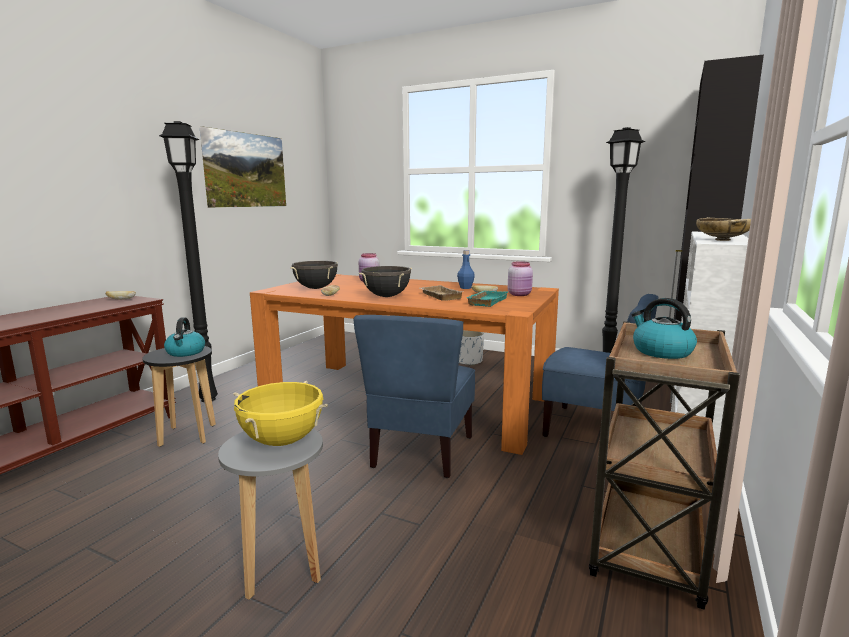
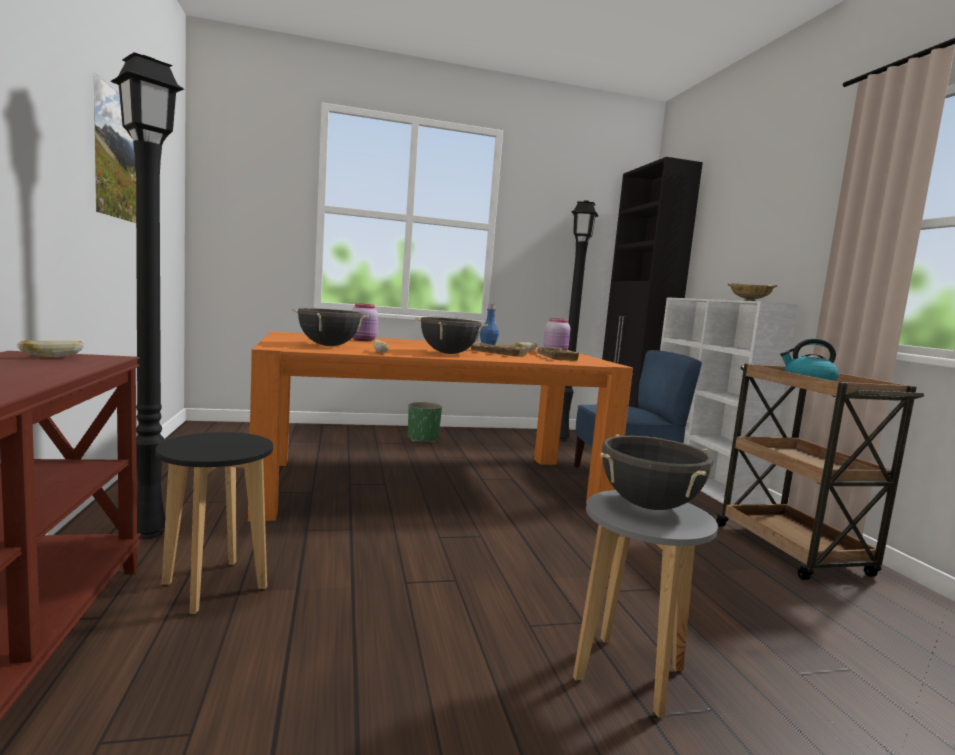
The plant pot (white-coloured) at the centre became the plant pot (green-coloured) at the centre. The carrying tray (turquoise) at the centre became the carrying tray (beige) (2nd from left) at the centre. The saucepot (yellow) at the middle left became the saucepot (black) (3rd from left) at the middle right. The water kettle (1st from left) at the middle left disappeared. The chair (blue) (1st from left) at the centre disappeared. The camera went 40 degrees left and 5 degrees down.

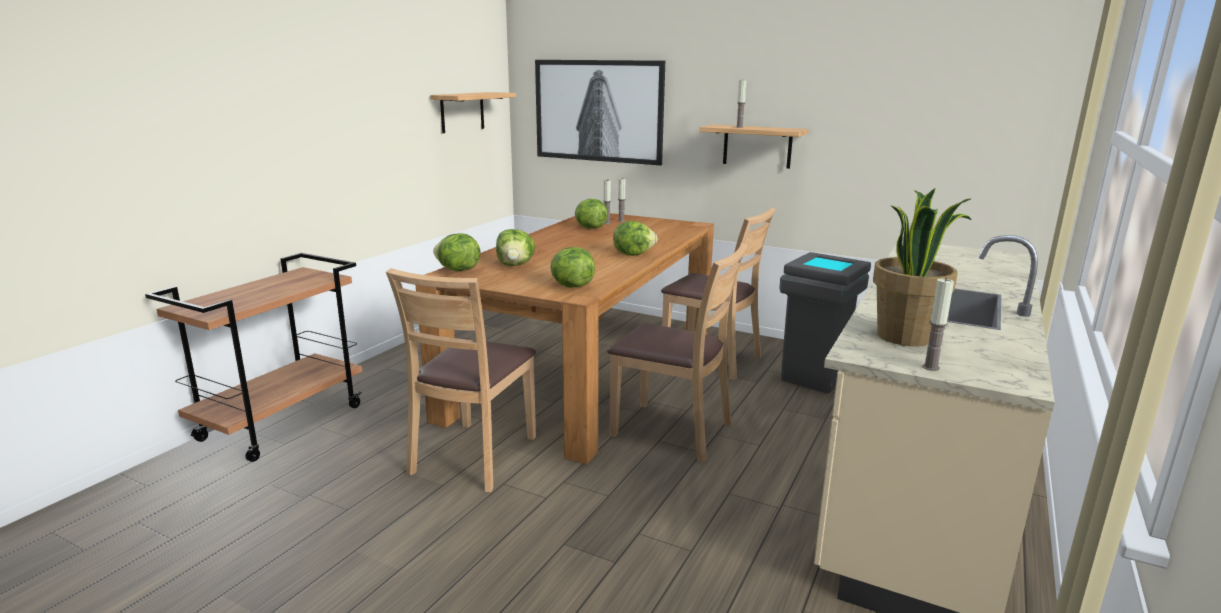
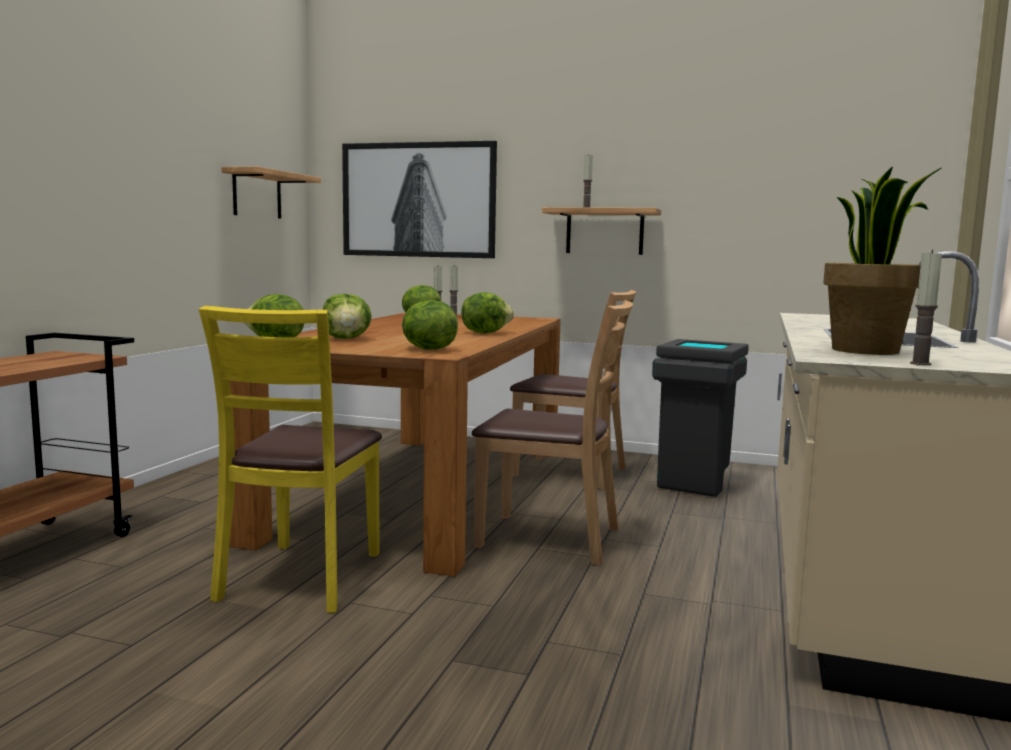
The chair (brownish) (1st from left) at the centre became the chair (yellow) at the middle left. The camera went 10 degrees left and 10 degrees down.

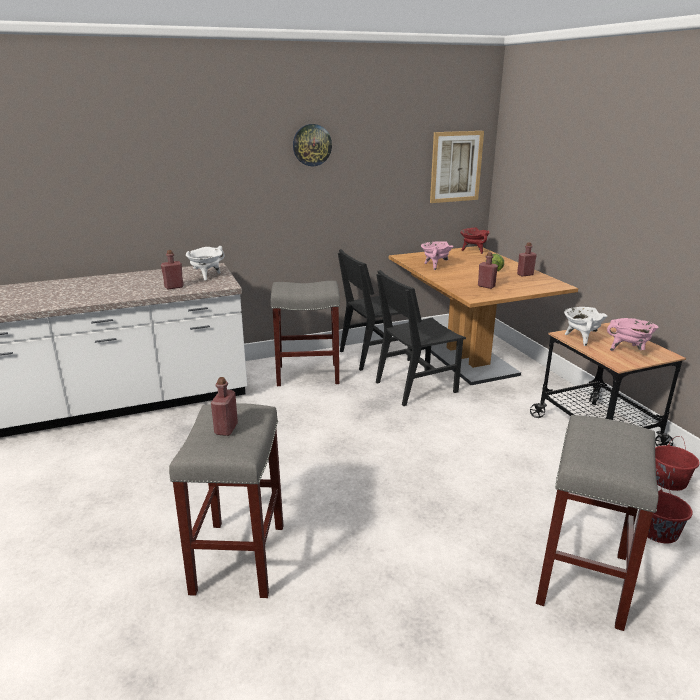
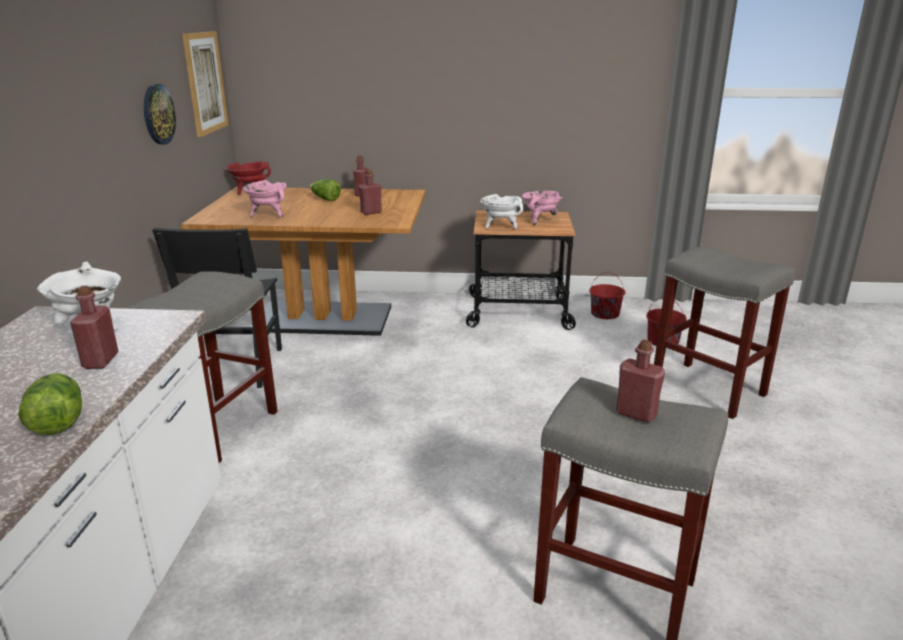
The lettuce head (1st from left) at the middle left appeared. The wall clock moved from the top centre to the top left. The chair (black) (2nd from left) at the centre disappeared. The camera went 65 degrees left and 0 degrees up.

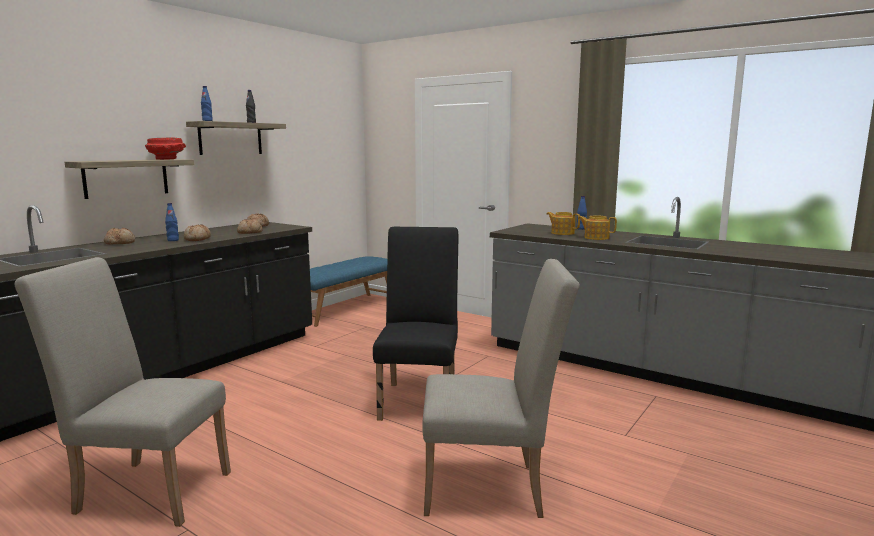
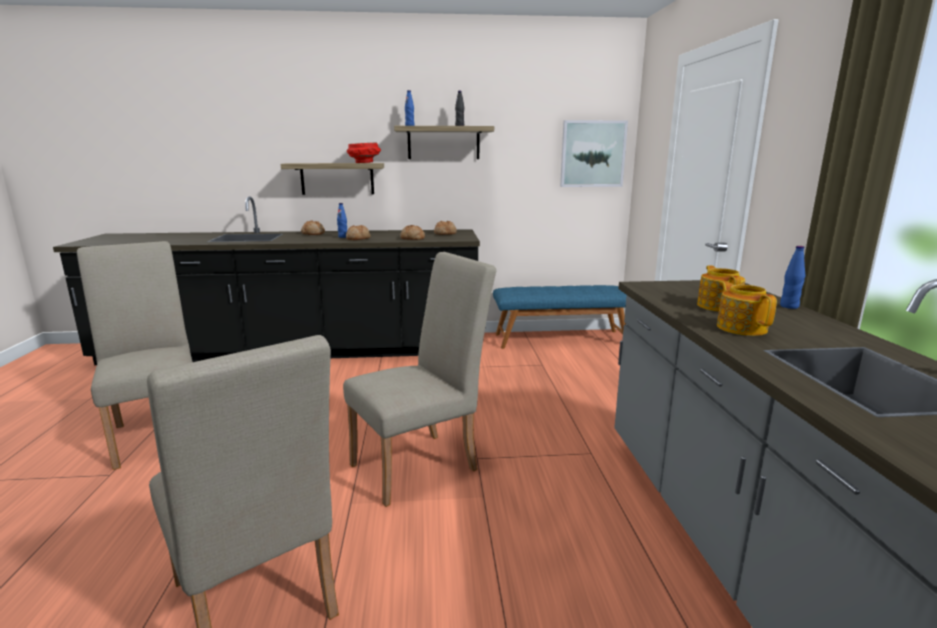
The chair (black) at the centre became the chair (beige) (3rd from left) at the centre. The wall picture at the top centre appeared. The camera went 50 degrees right and 5 degrees up.

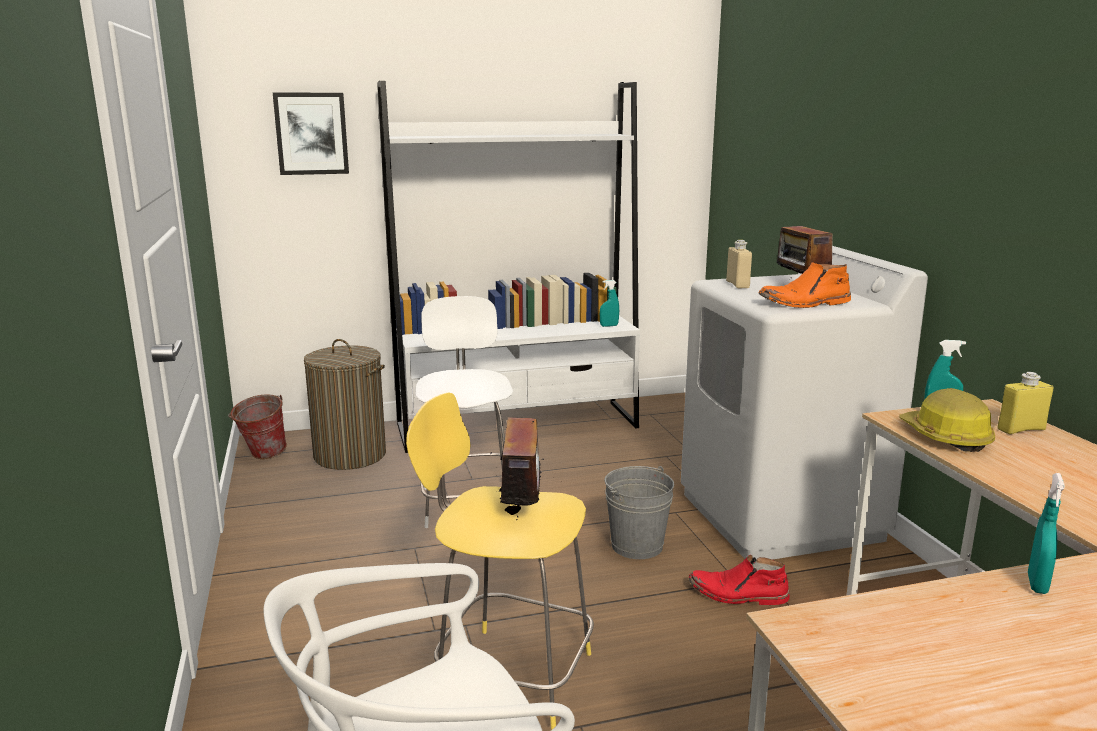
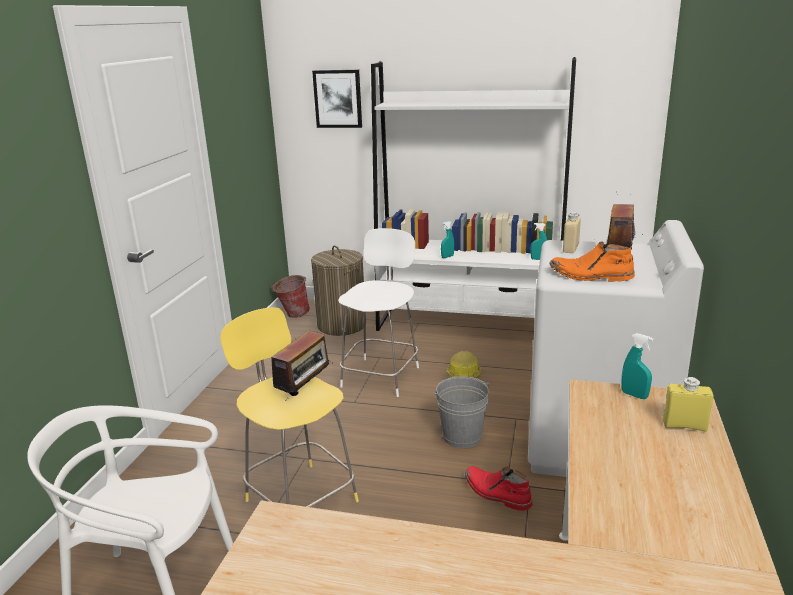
The sprayer (turquoise) (3rd from left in the first image) moved from the bottom right to the centre. The safety helmet moved from the middle right to the centre. The camera went 30 degrees right and 5 degrees up.

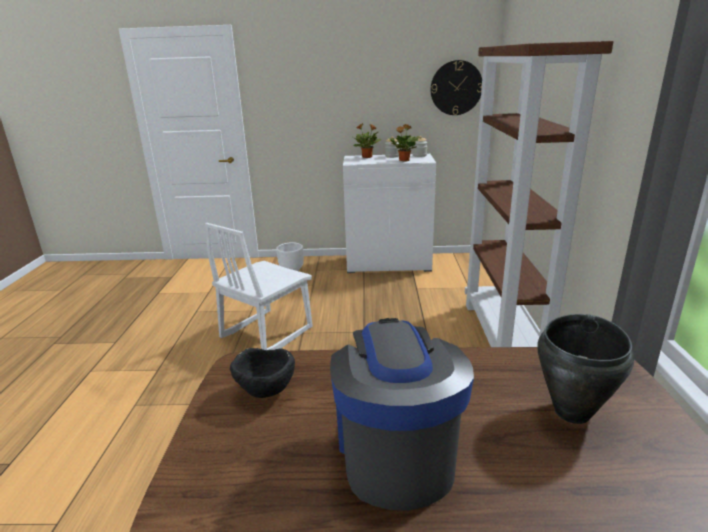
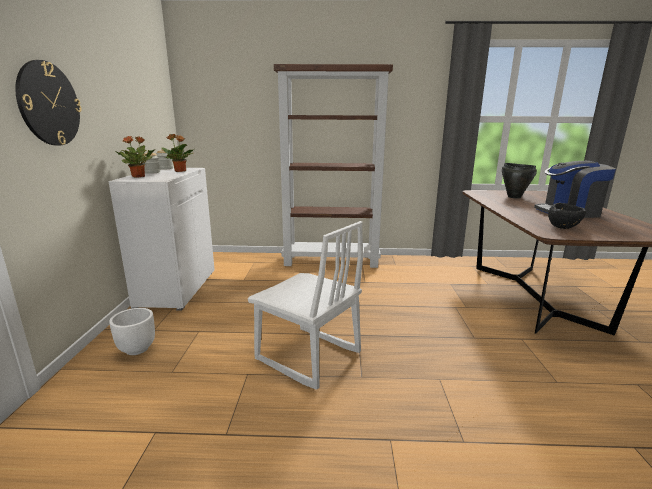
The wall clock moved from the top centre to the top left. The camera went 90 degrees left and 5 degrees down.

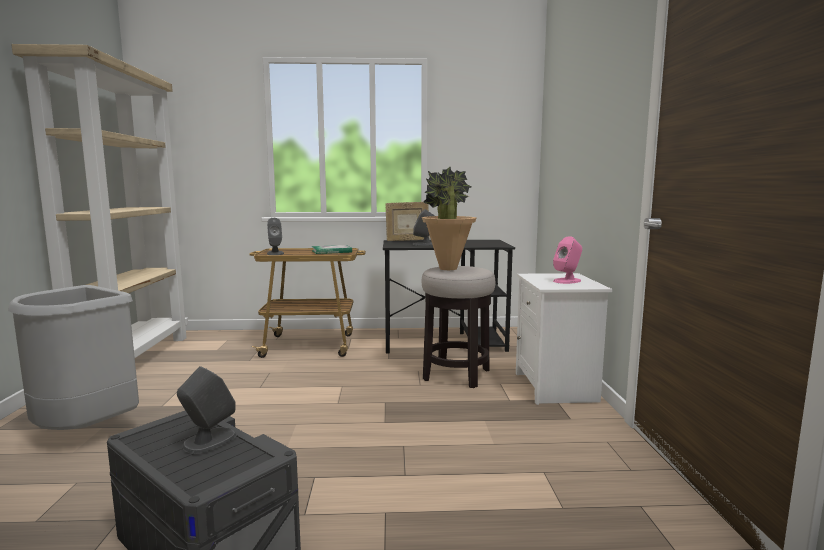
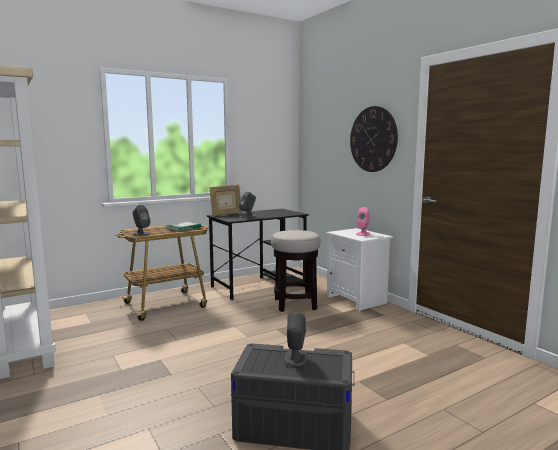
The wall clock at the top right appeared. The waste bin (grey) at the middle left disappeared. The houseplant at the centre disappeared. The camera went 30 degrees left and 0 degrees up.

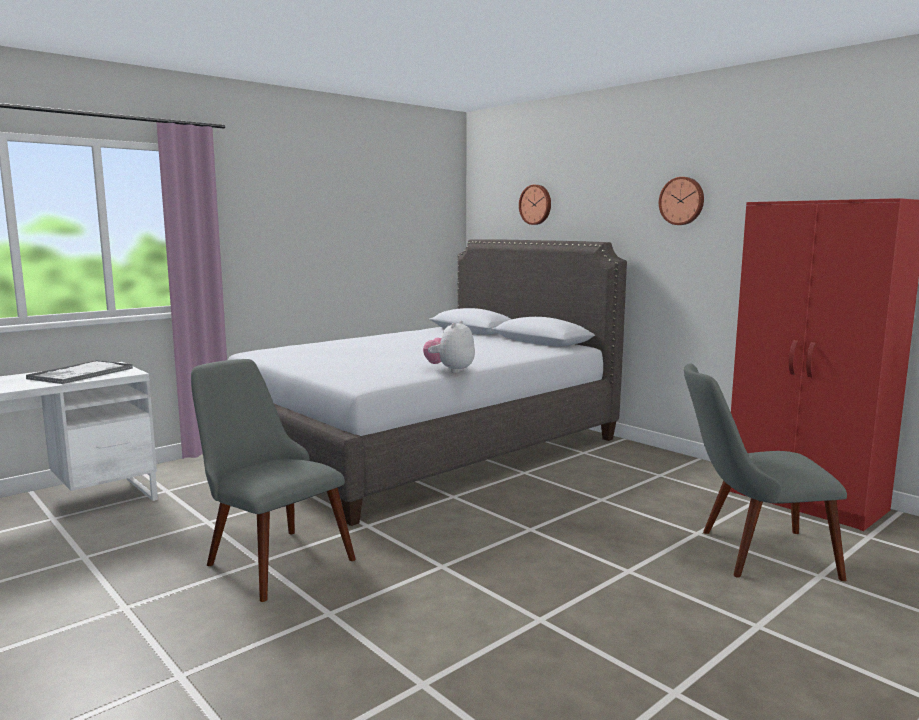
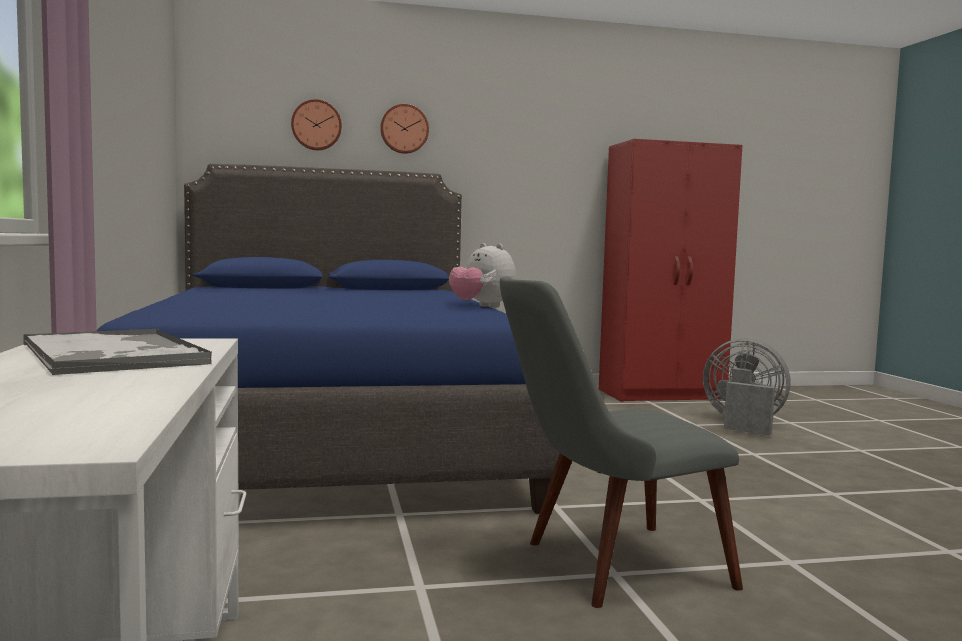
The bed (grey) at the centre became the bed (blue) at the centre. The wall clock (2nd from left) moved from the top right to the top centre. The chair (grey) (2nd from left) at the middle right was replaced by the electric fan (grey) at the middle right. The camera went 60 degrees left and 5 degrees down.

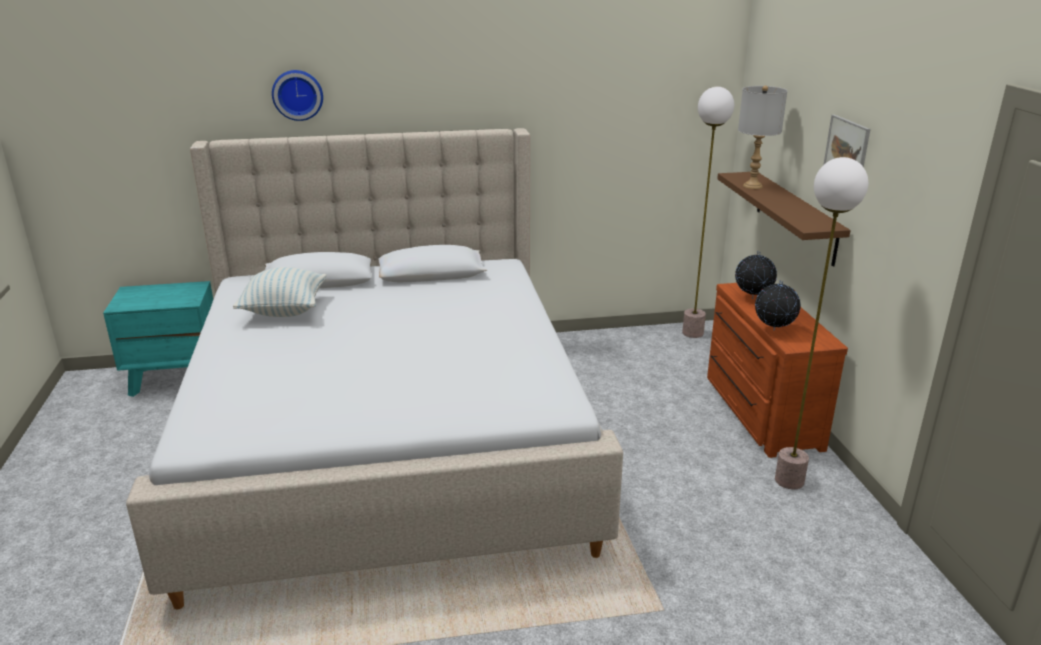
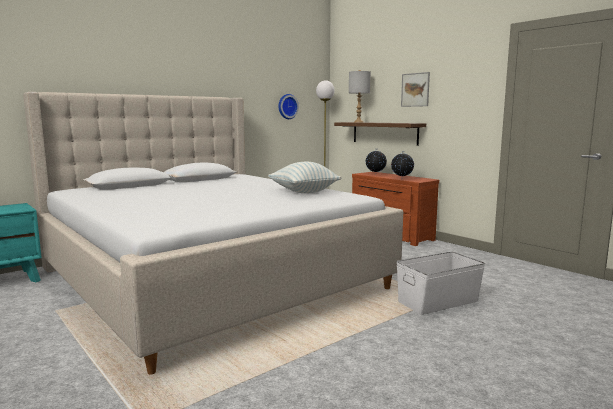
The pillow moved from the middle left to the centre. The wall clock moved from the top left to the top centre. The storage box (white-coloured) at the bottom right appeared. The floor lamp (2nd from left) at the middle right disappeared. The camera went 30 degrees left and 15 degrees down.

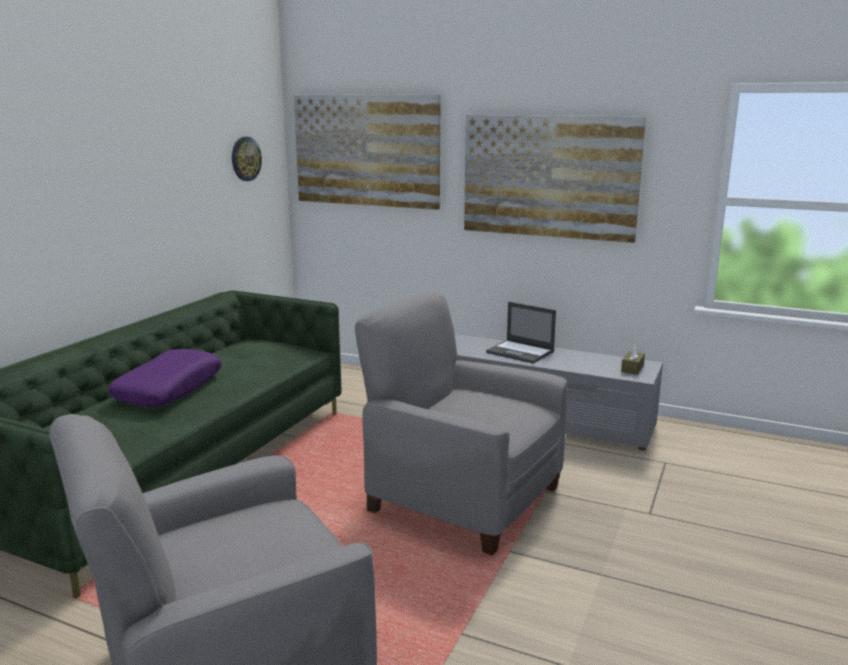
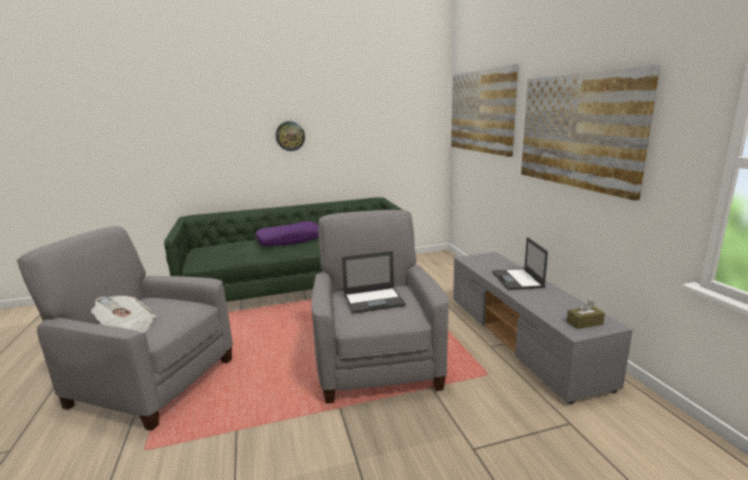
The daily paper at the middle left appeared. The wall clock moved from the top left to the top centre. The notebook computer (1st from left) at the centre appeared. The camera went 50 degrees right and 0 degrees up.

